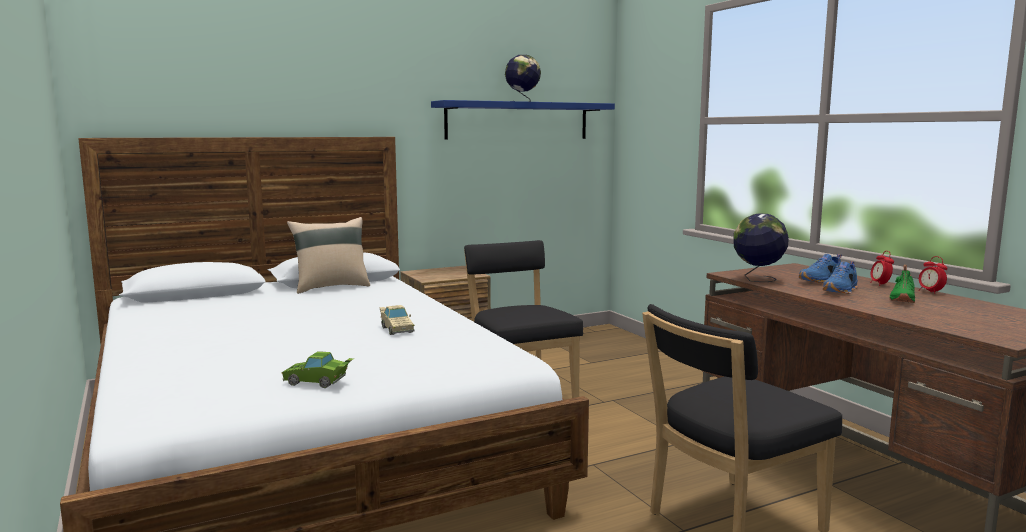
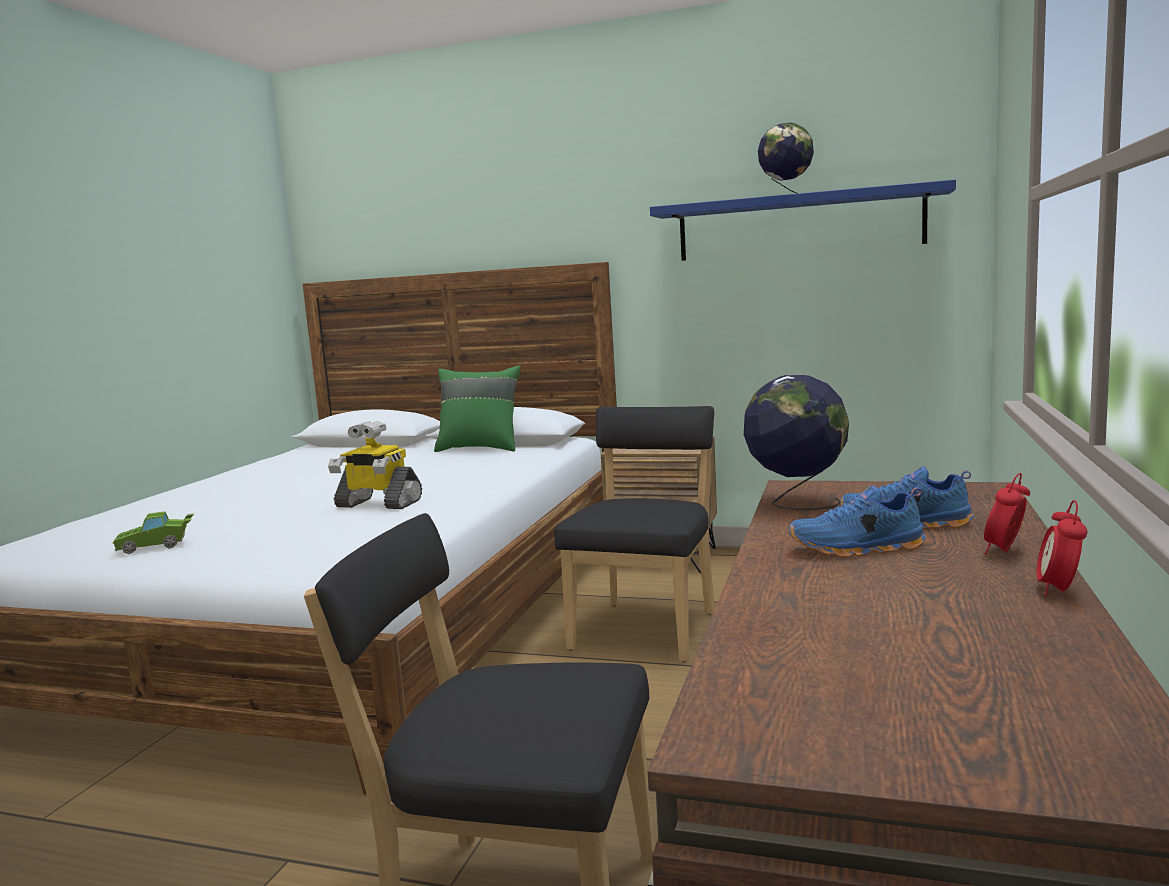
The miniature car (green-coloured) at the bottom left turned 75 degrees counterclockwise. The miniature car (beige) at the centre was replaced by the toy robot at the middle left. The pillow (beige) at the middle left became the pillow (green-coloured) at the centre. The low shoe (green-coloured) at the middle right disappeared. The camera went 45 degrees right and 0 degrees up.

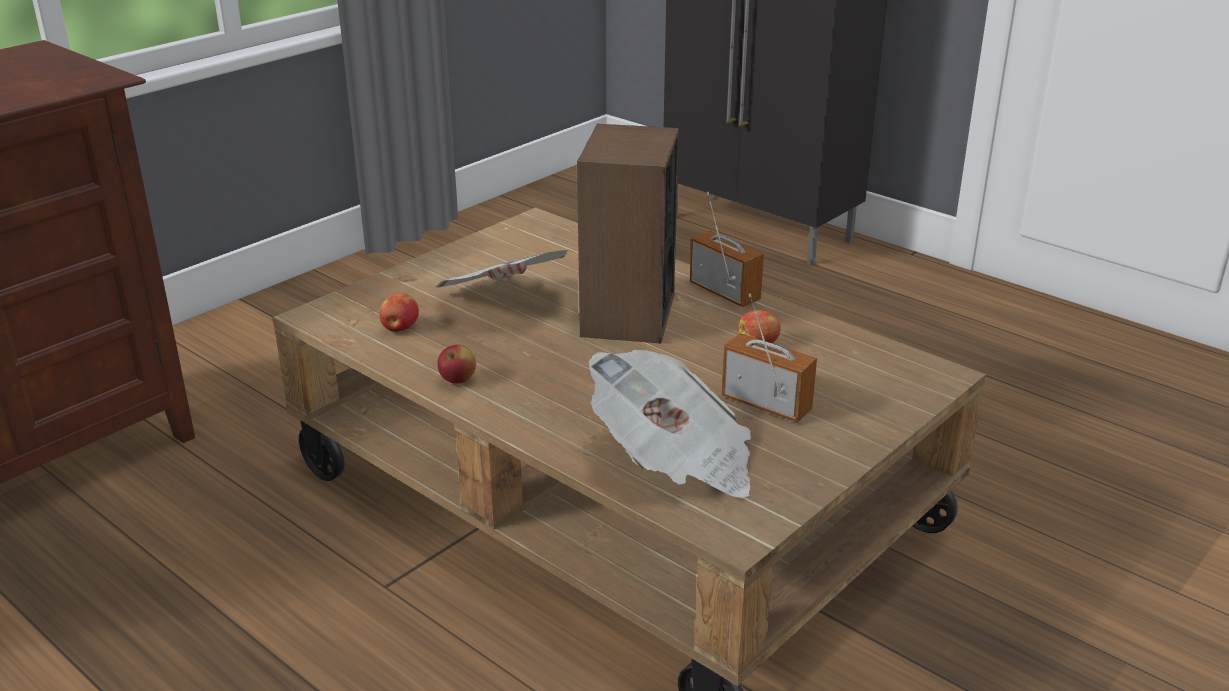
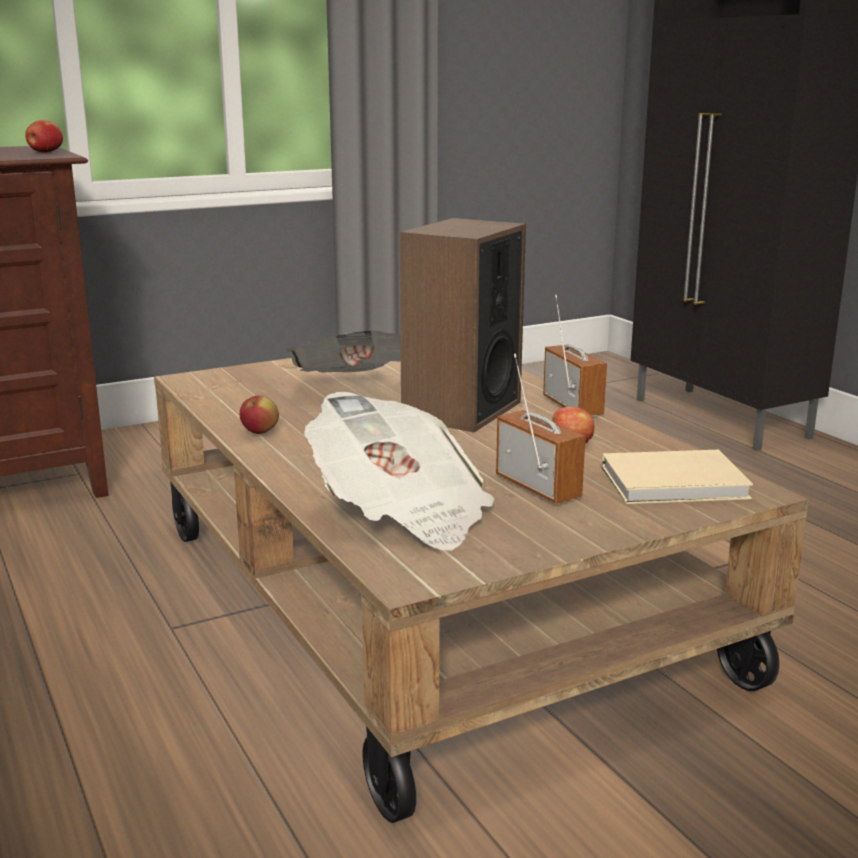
The whole apple (1st from left) moved from the middle left to the top left. The volume (beige) at the middle right appeared. The camera went 20 degrees right and 10 degrees down.

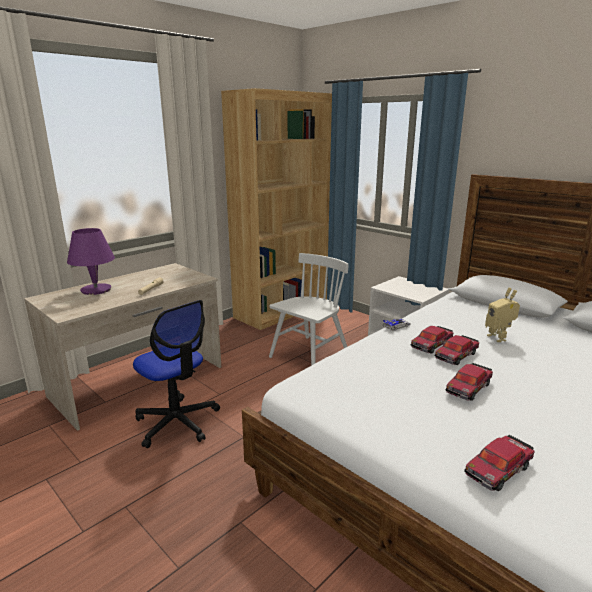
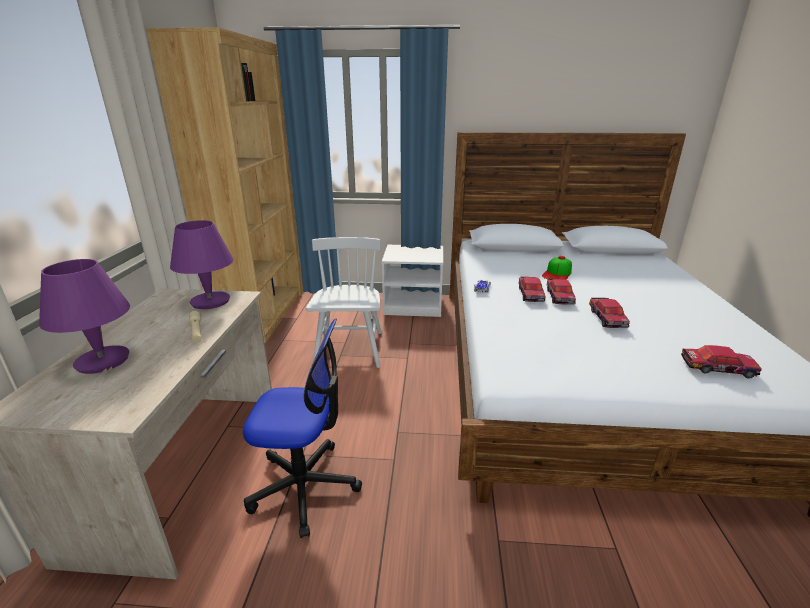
The lamp for a table (purplish) (2nd from left) at the middle left appeared. The toy robot at the middle right was replaced by the cap at the middle right. The miniature car (5th from left) at the bottom right turned 90 degrees counterclockwise. The camera went 40 degrees left and 5 degrees up.

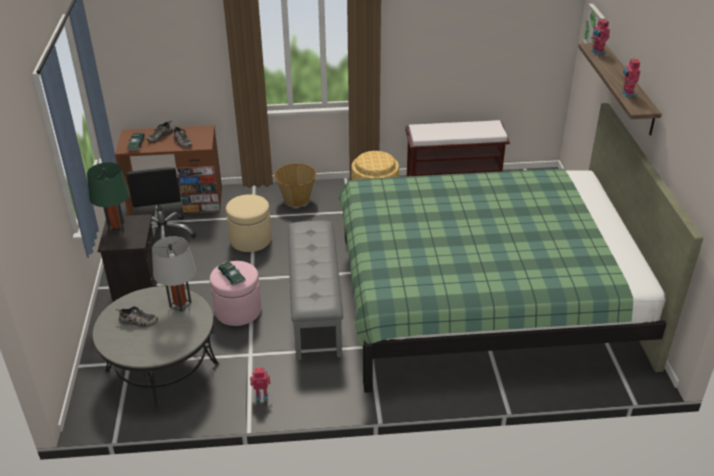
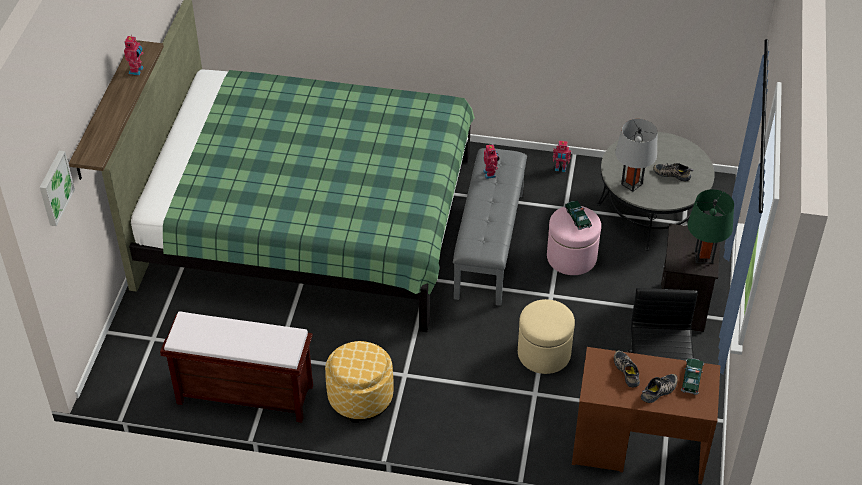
The toy robot (2nd from left) moved from the top right to the top centre. The basket at the centre disappeared. The camera went 165 degrees left and 10 degrees up.

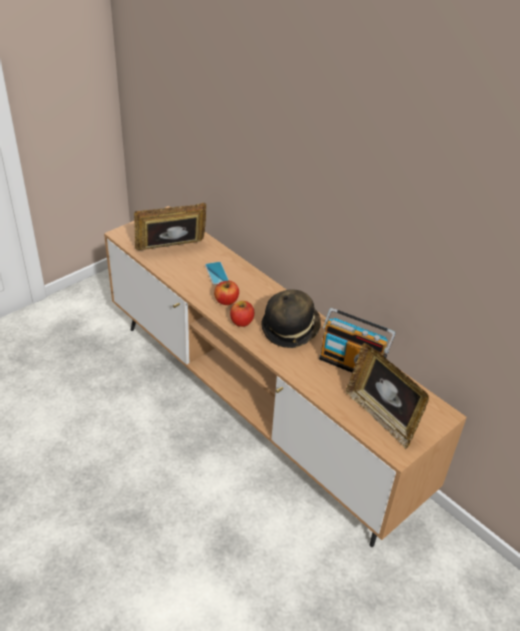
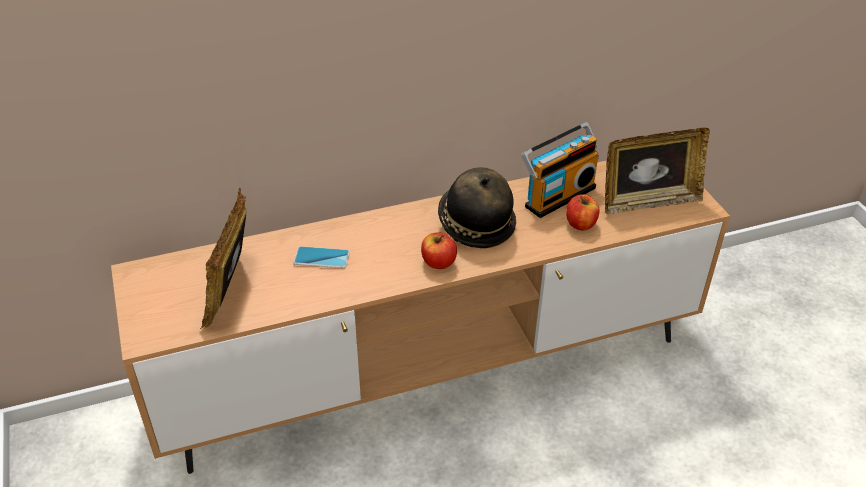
The whole apple (1st from left in the first image) moved from the centre to the middle right. The camera went 65 degrees left and 0 degrees up.

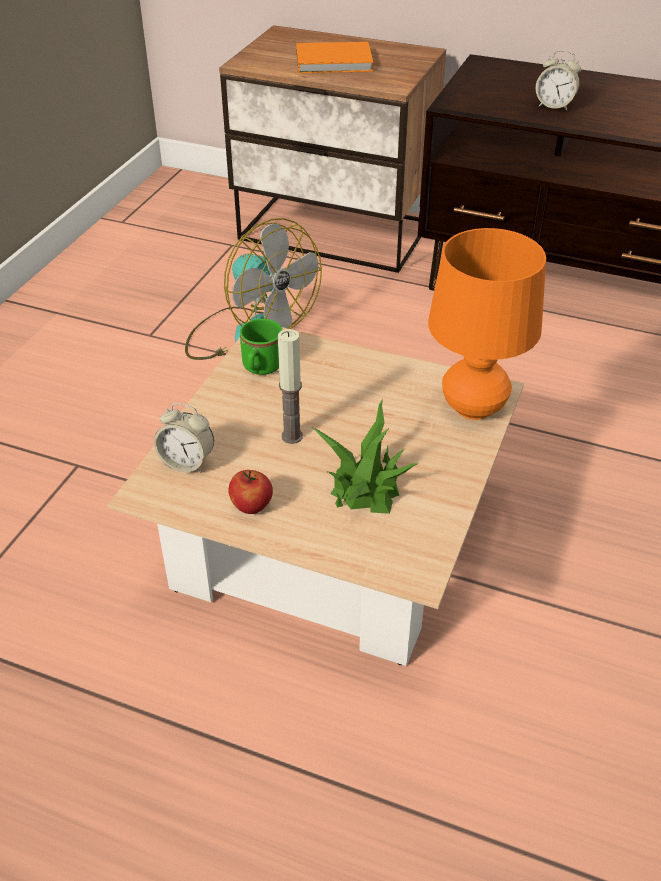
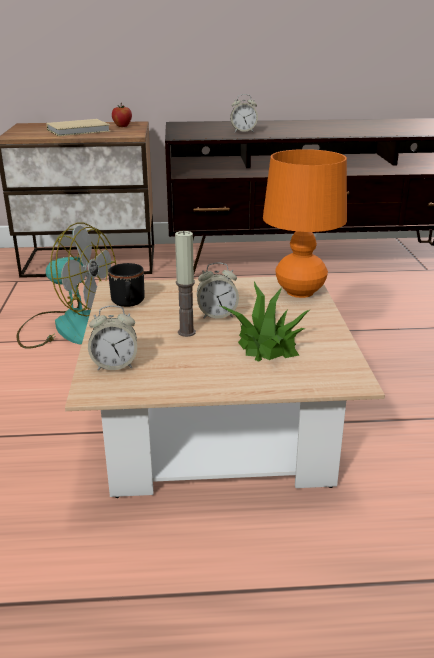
The volume (orange-coloured) at the top centre became the volume (beige) at the top left. The tea mug (green-coloured) at the centre became the tea mug (black) at the middle left. The whole apple moved from the centre to the top left. The alarm clock (2nd from left) at the centre appeared. The camera went 25 degrees left and 15 degrees down.

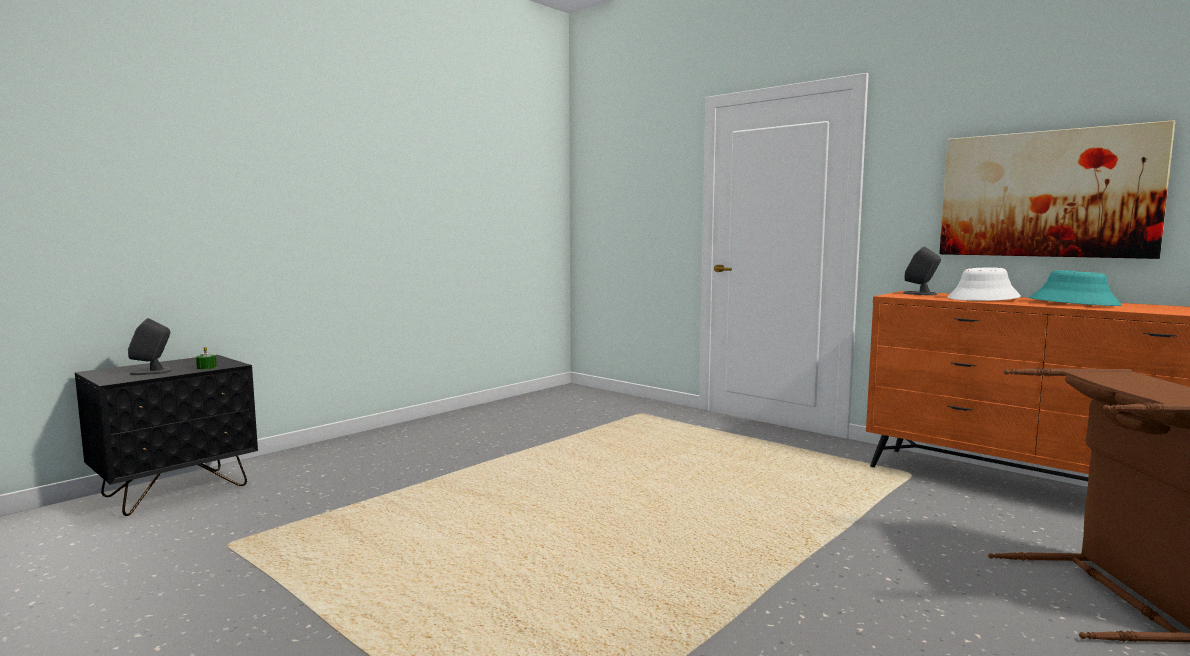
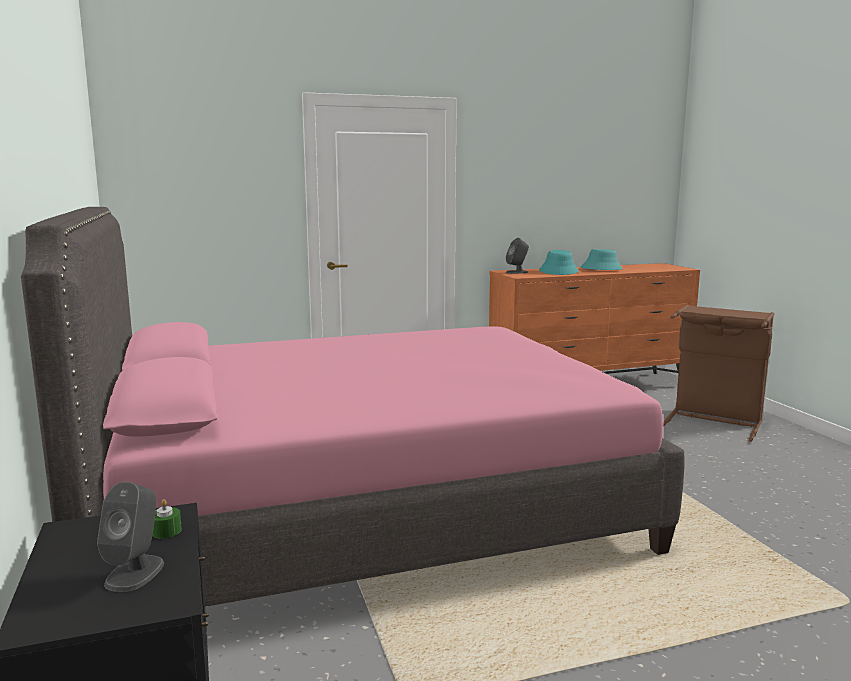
The bed (pinkish) at the centre appeared. The wearable hat (white-coloured) at the middle right became the wearable hat (turquoise) (1st from left) at the centre. The wall picture at the top right disappeared. The camera went 60 degrees left and 5 degrees up.

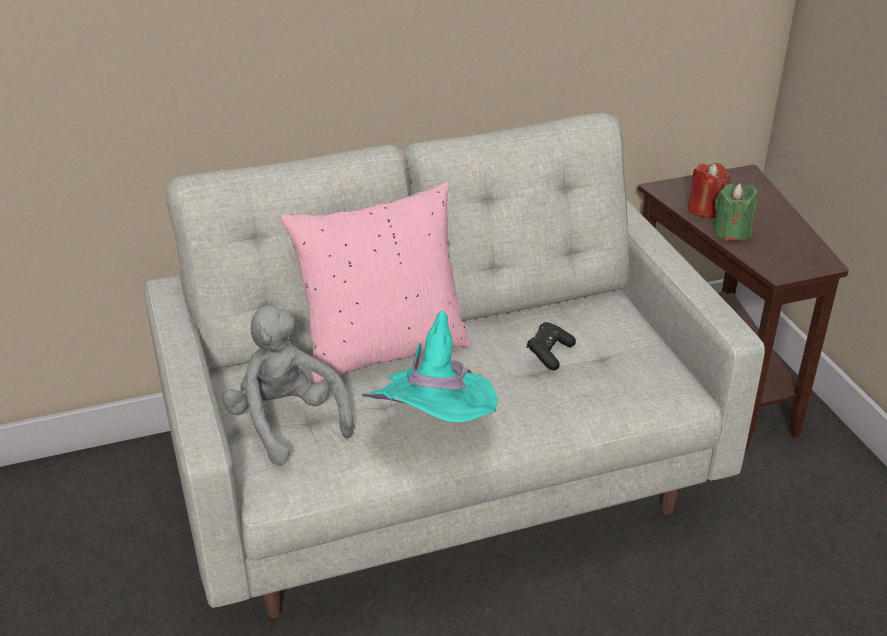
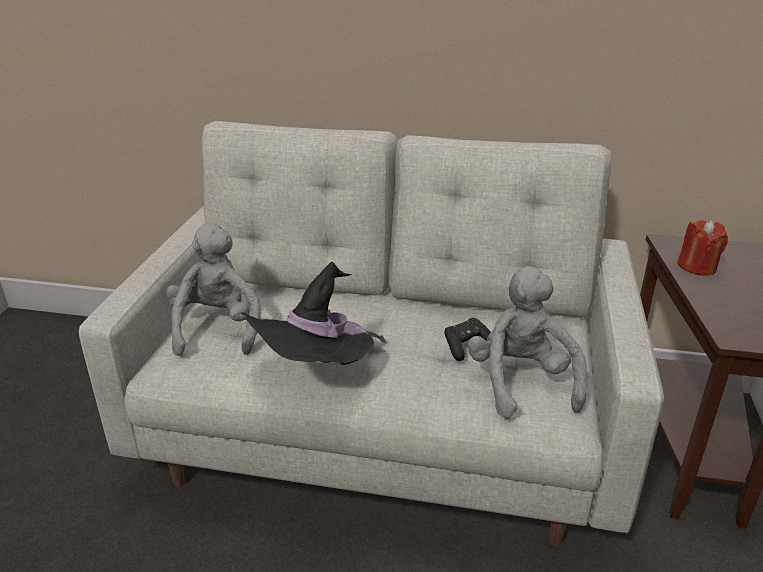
The wearable hat (turquoise) at the centre became the wearable hat (black) at the centre. The cuddly toy (grey) (2nd from left) at the middle right appeared. The pillow (pinkish) at the centre disappeared. The wax light (green-coloured) at the middle right disappeared. The camera went 30 degrees right and 5 degrees down.

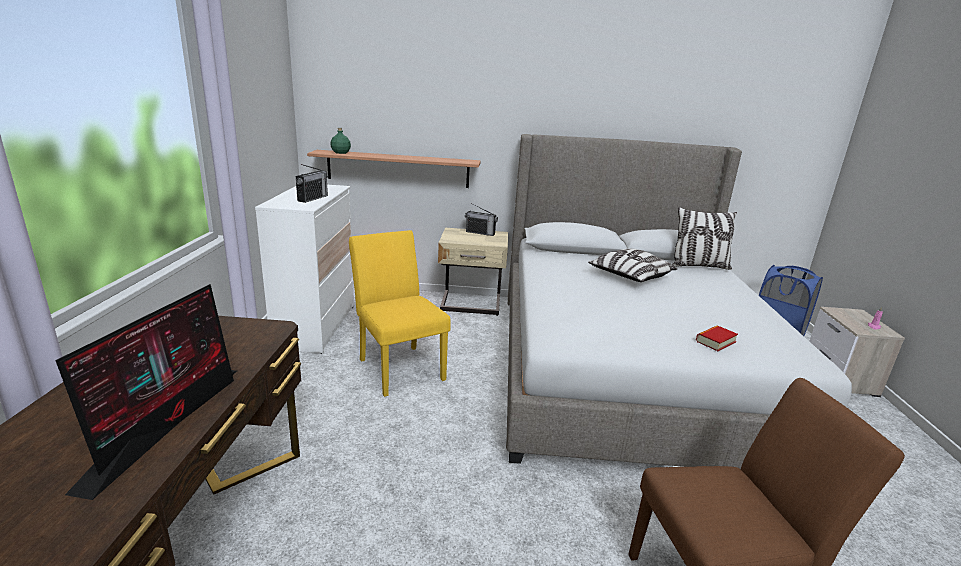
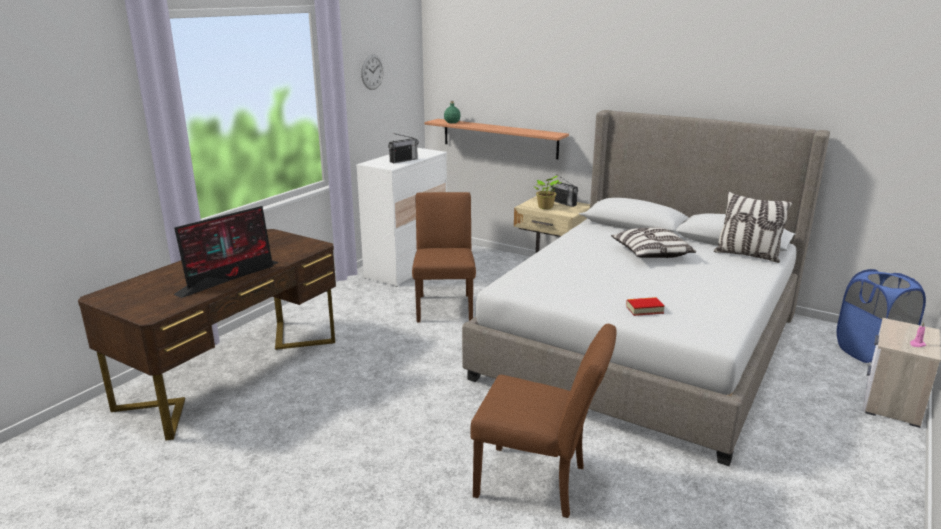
The wall clock at the top centre appeared. The chair (yellow) at the centre became the chair (brownish) (1st from left) at the centre. The houseplant at the centre appeared. The camera went 30 degrees right and 0 degrees up.

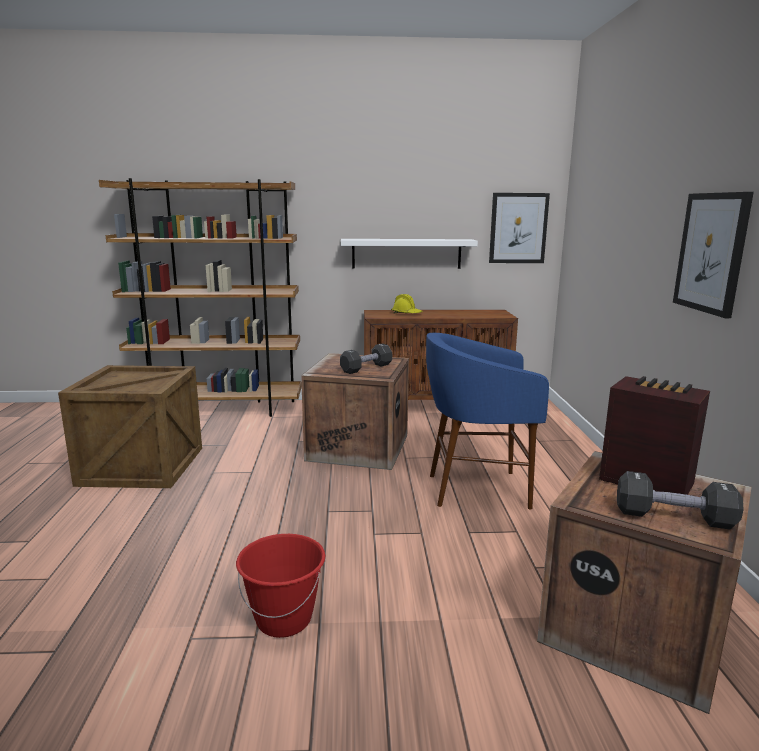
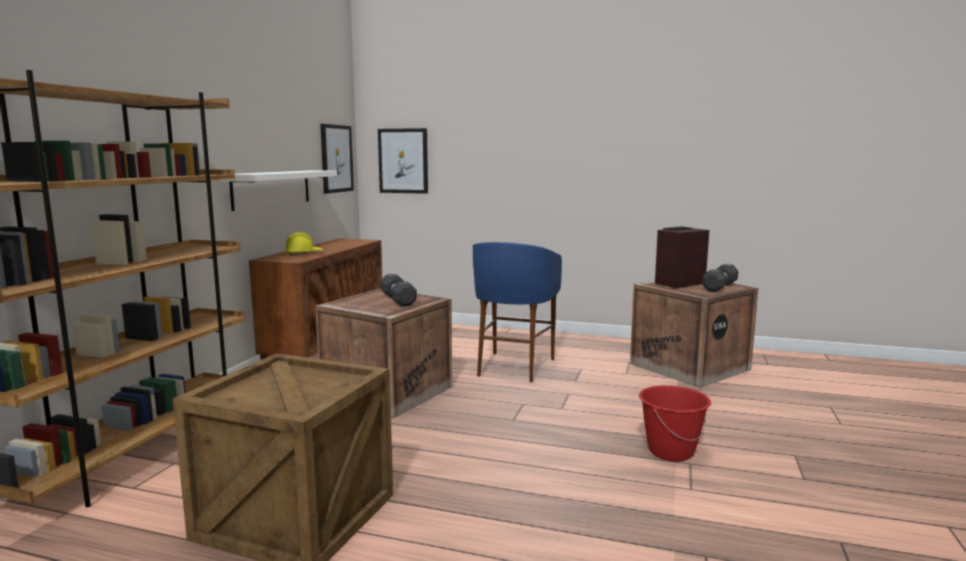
The wall picture (2nd from left) moved from the middle right to the top centre. The camera went 70 degrees left and 5 degrees down.

